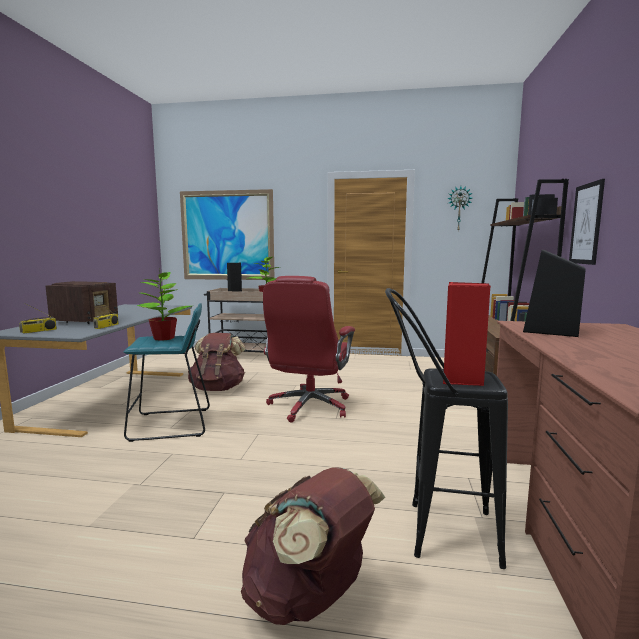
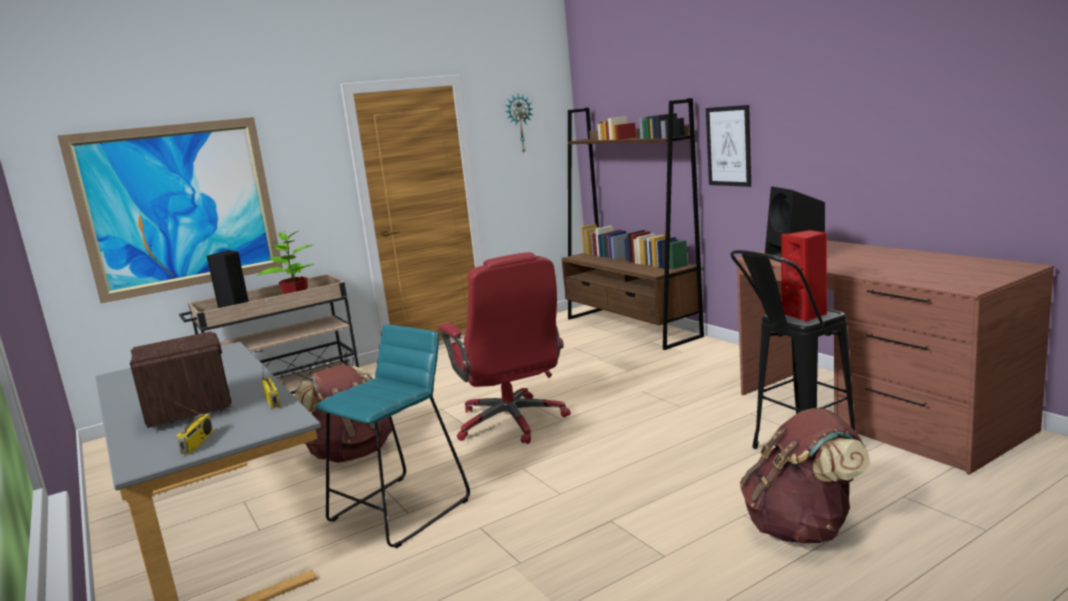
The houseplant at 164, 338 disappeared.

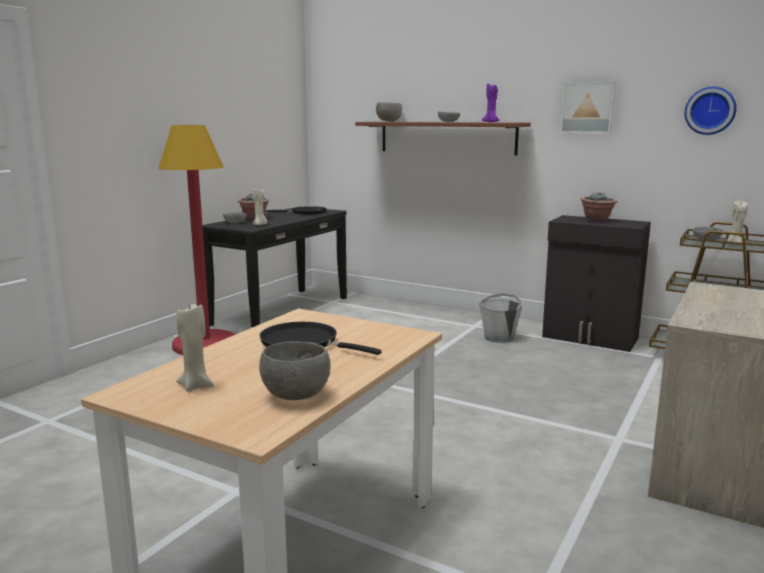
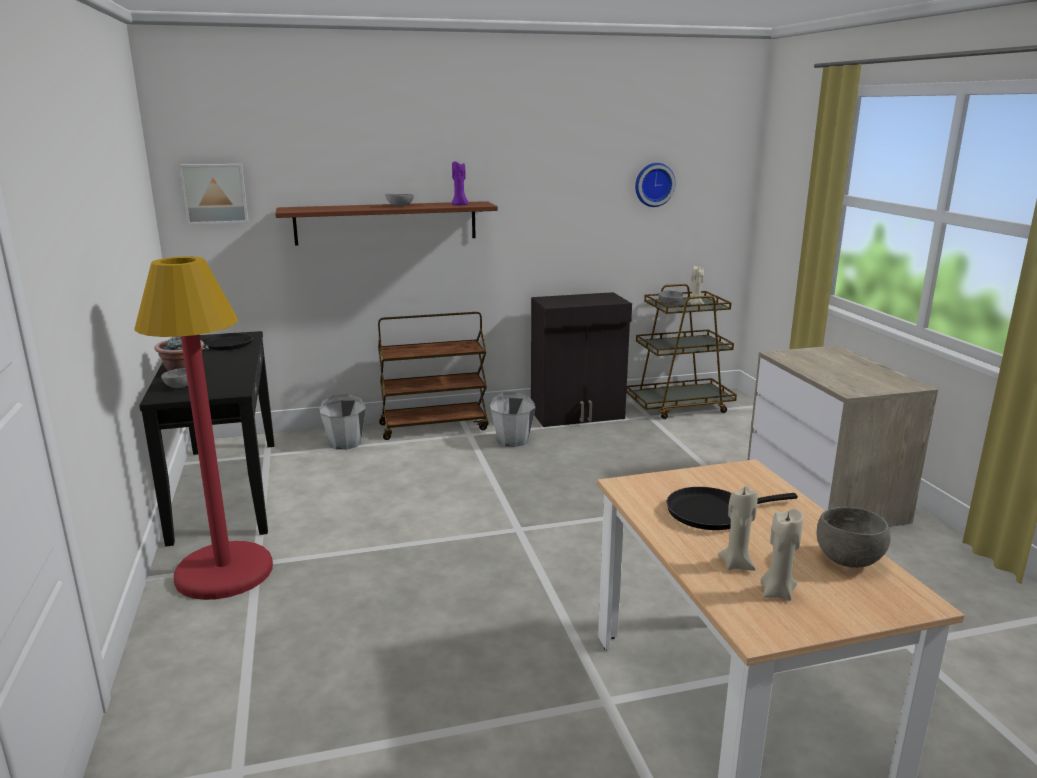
The wall art moved from 587, 107 to 215, 193.
The greyish bucket at 345, 443 appeared.
The brown-coloured cart at 434, 426 appeared.
The sand-coloured wax candle moved from 260, 225 to 737, 564.
The greyish deep dish at 389, 121 disappeared.
The houseplant at 597, 220 disappeared.

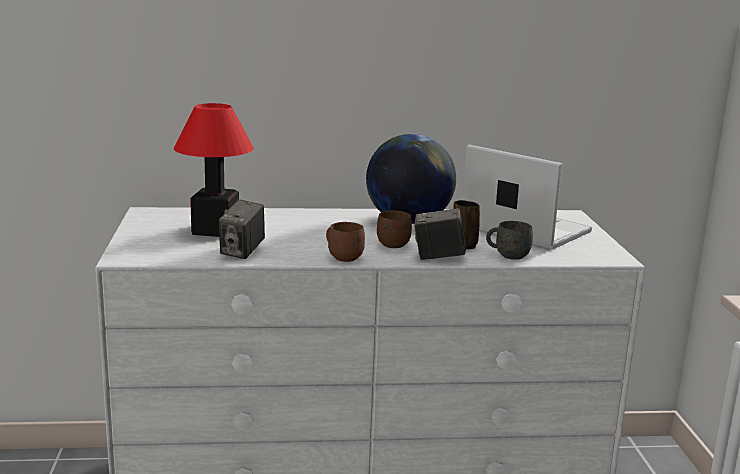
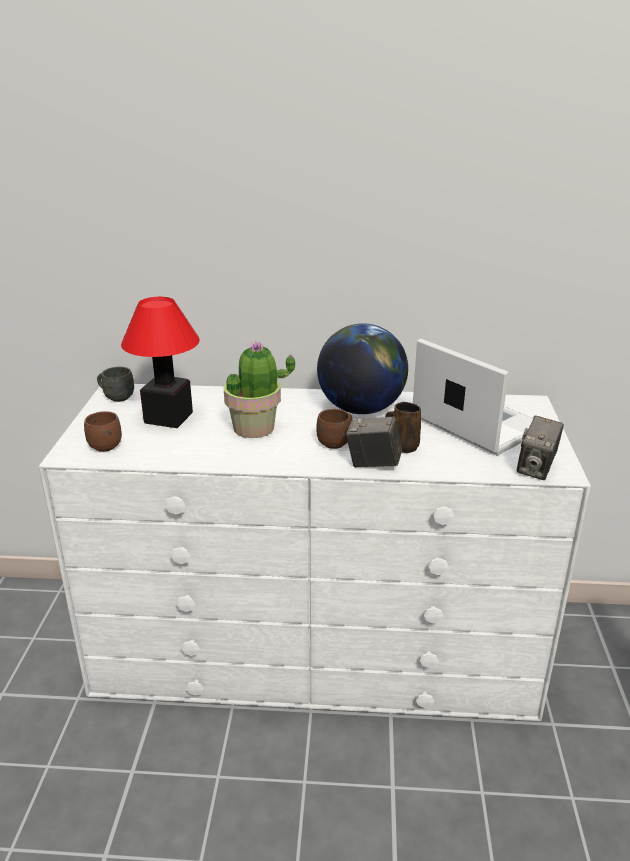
The brown-coloured tea mug moved from 342, 256 to 103, 444.
The greyish tea mug moved from 507, 255 to 116, 397.
The houseplant at 254, 428 appeared.
The still camera moved from 242, 252 to 536, 469.

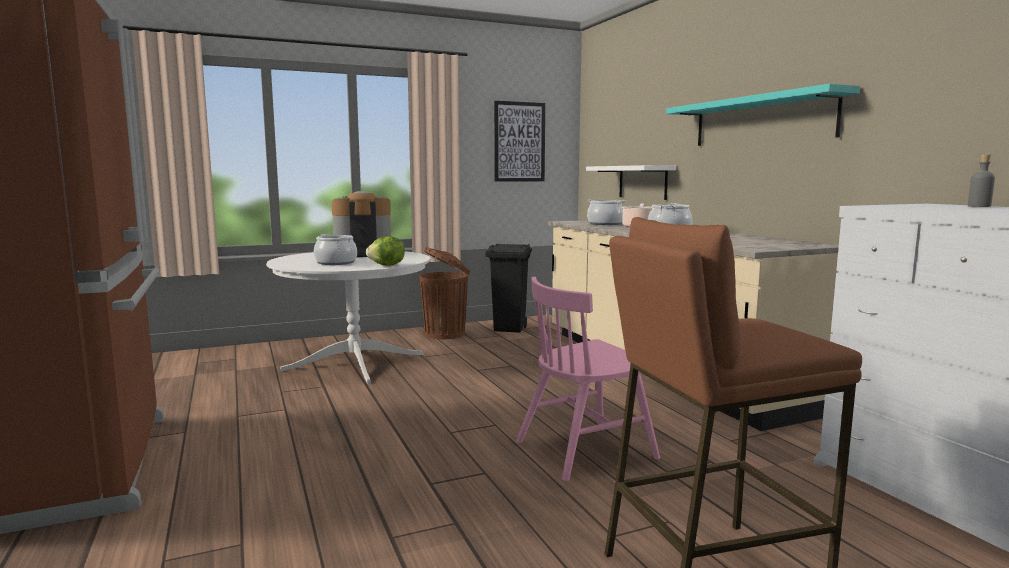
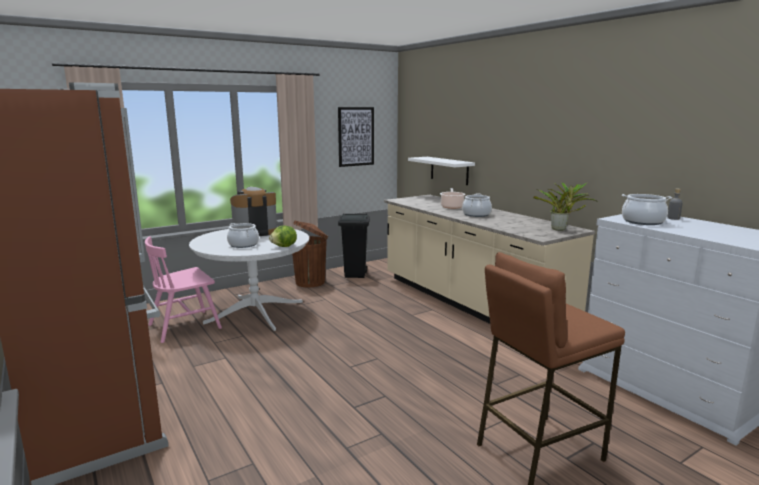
The pink-coloured upright chair moved from 586, 449 to 185, 326.
The houseplant at 560, 229 appeared.
The stockpot moved from 605, 224 to 642, 221.
The turquoise-coloured wall shelf at 761, 120 disappeared.

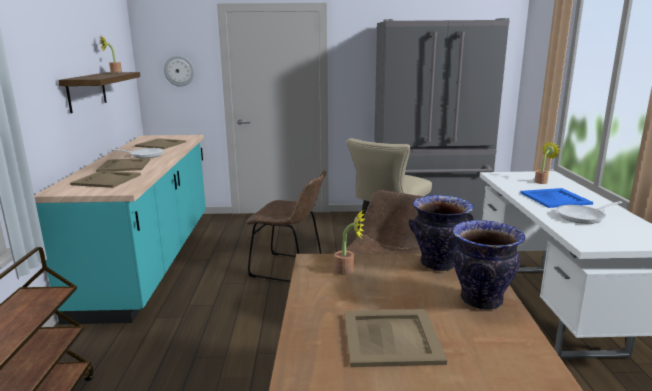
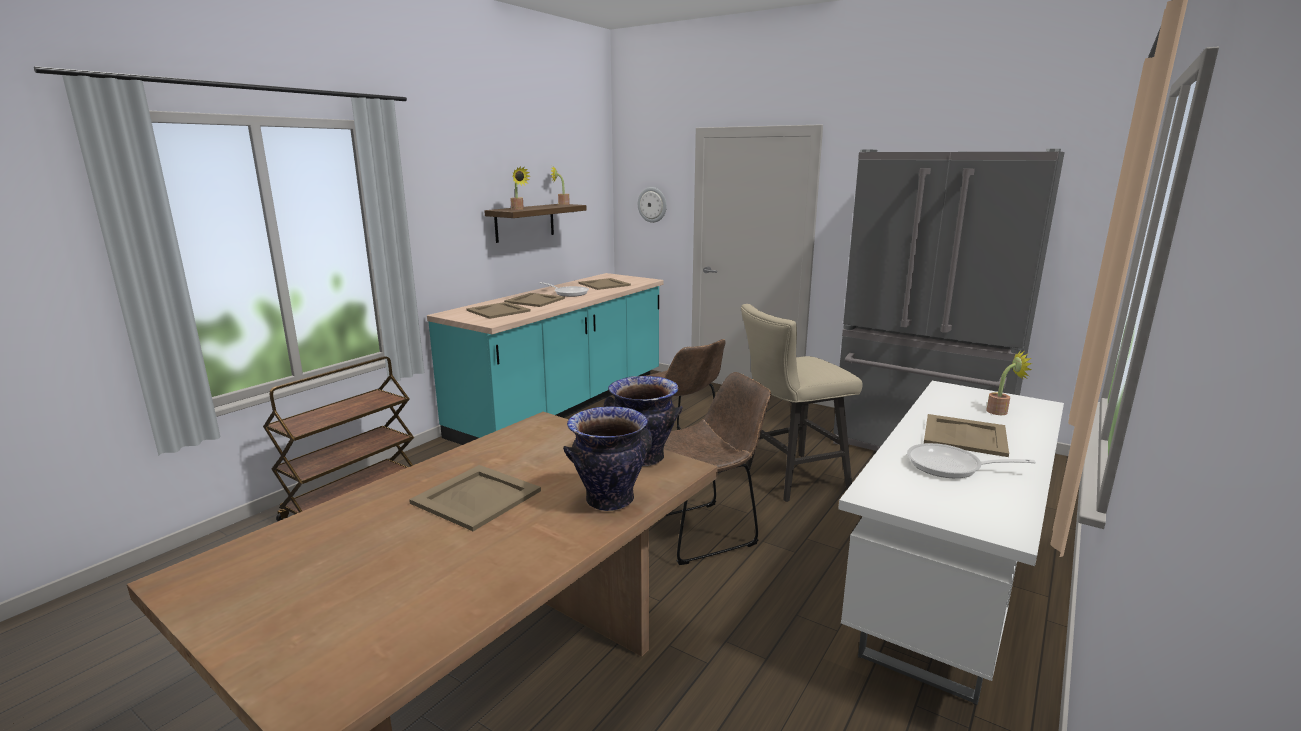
The houseplant moved from 348, 270 to 518, 209.
The bluish serving tray at 554, 198 became the sand-coloured serving tray at 964, 435.

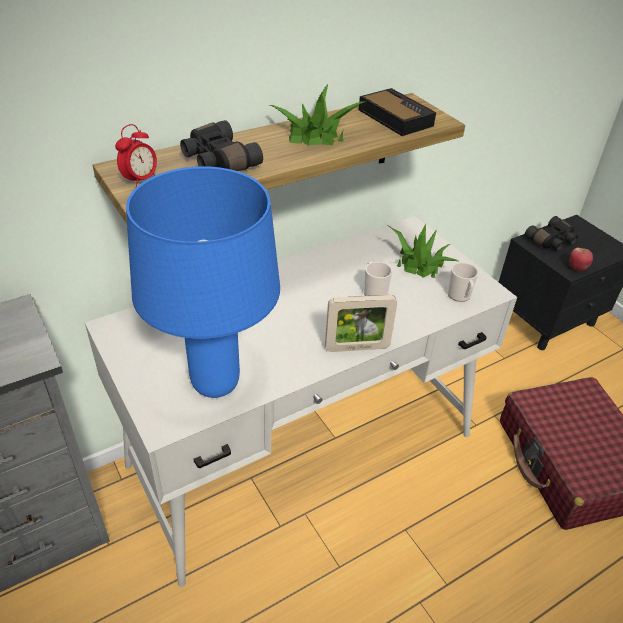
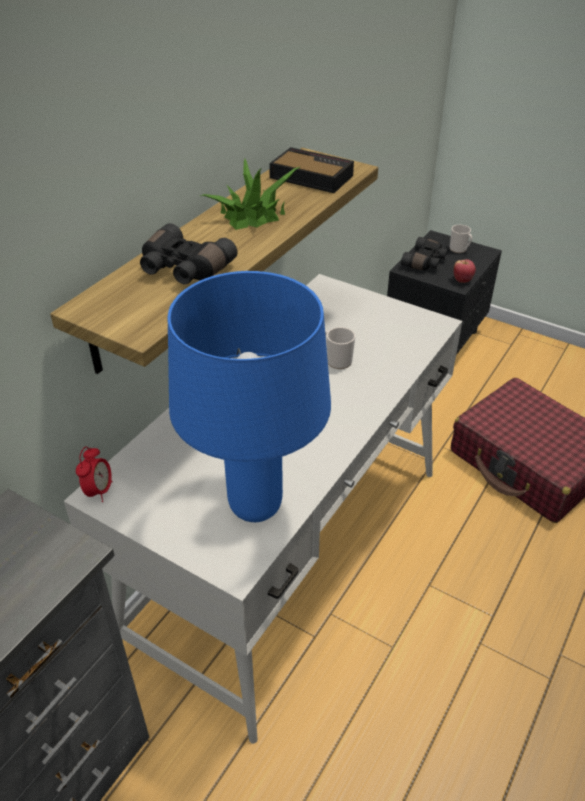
The alarm clock moved from 140, 180 to 99, 491.
The tea mug moved from 460, 296 to 459, 249.
The standing frame at 357, 348 disappeared.
The houseplant at 419, 263 disappeared.

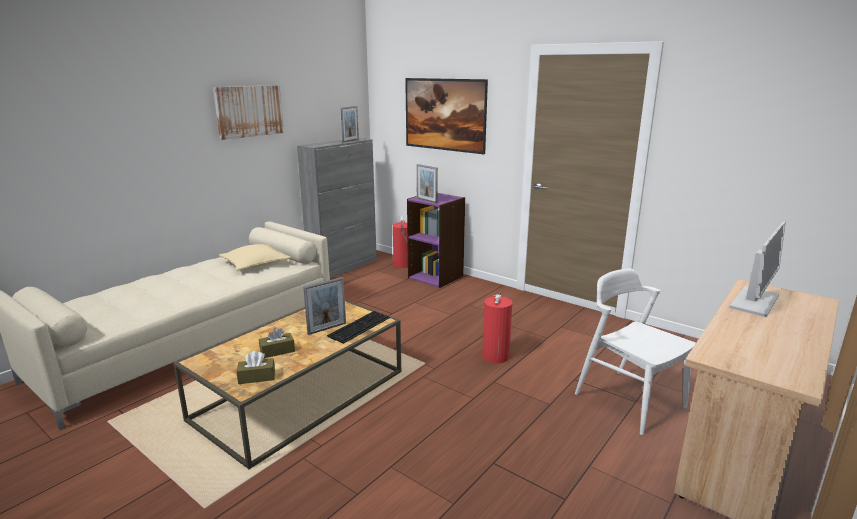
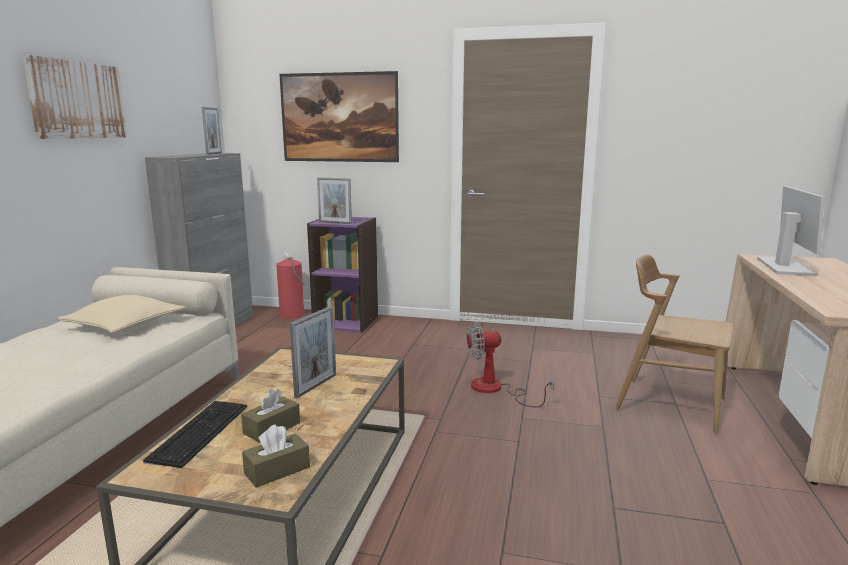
The computer keyboard moved from 359, 326 to 199, 431.
The extinguisher at 496, 355 was replaced by the cooling fan at 496, 390.
The white-coloured upright chair at 629, 400 became the brown-coloured upright chair at 669, 404.

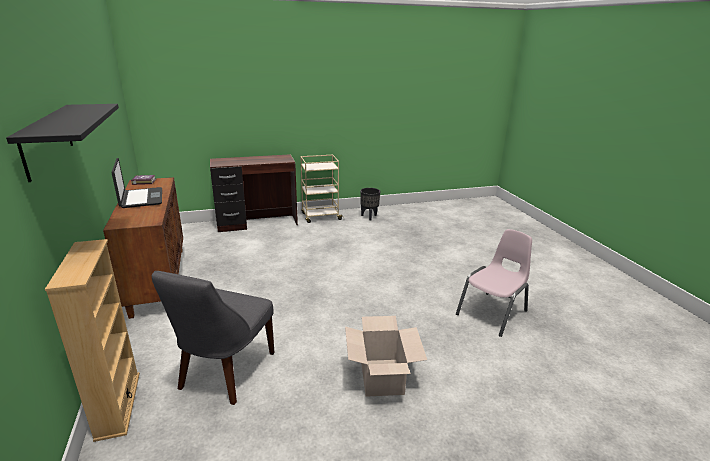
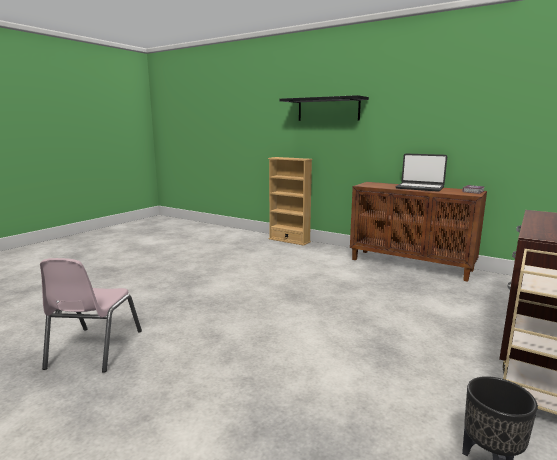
The greyish upright chair at 225, 373 disappeared.
The cardboard box at 381, 377 disappeared.

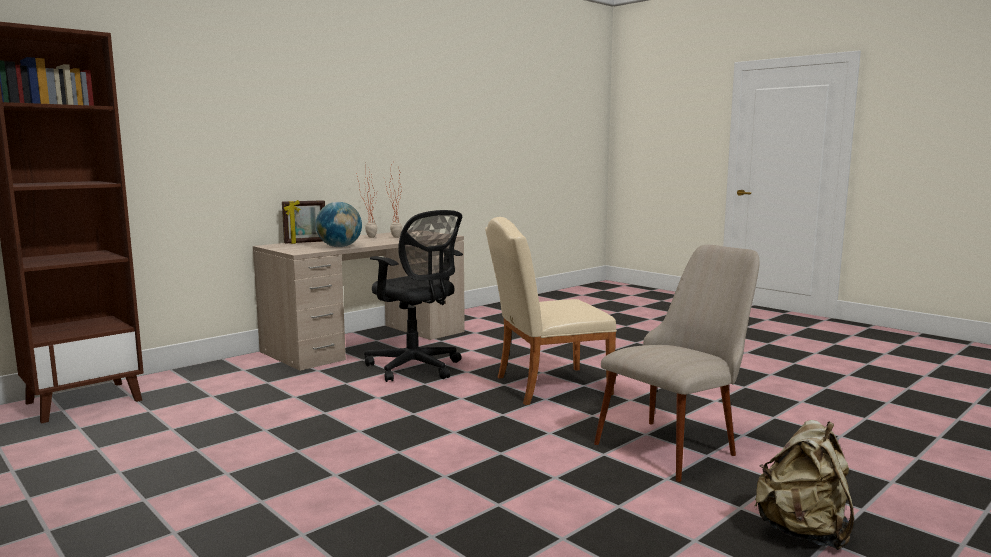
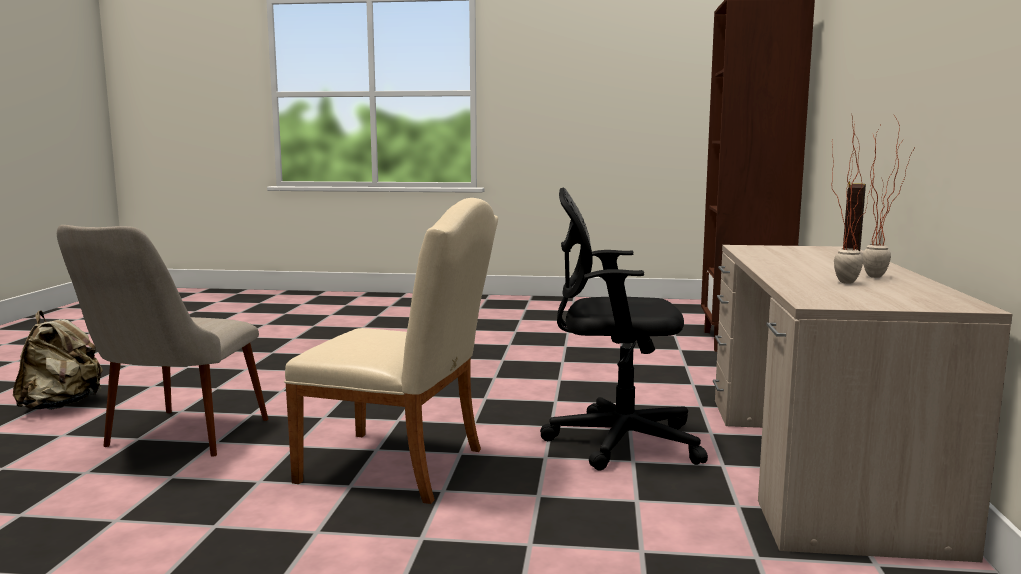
The sand-coloured upright chair at 545, 386 turned 75 degrees clockwise.
The globe at 339, 247 disappeared.

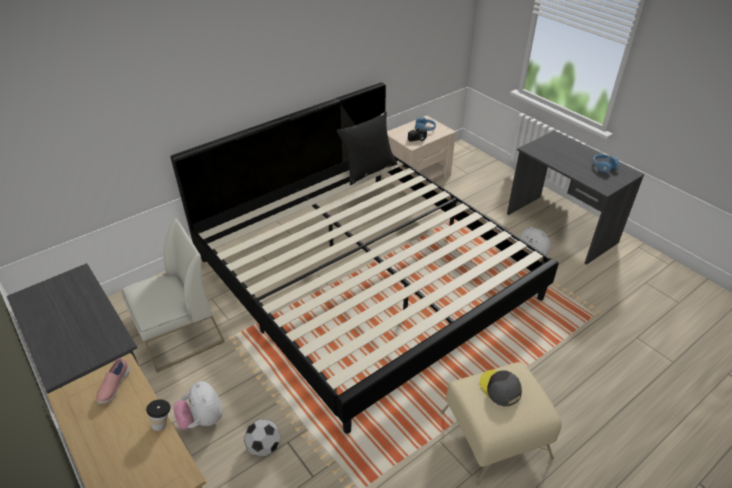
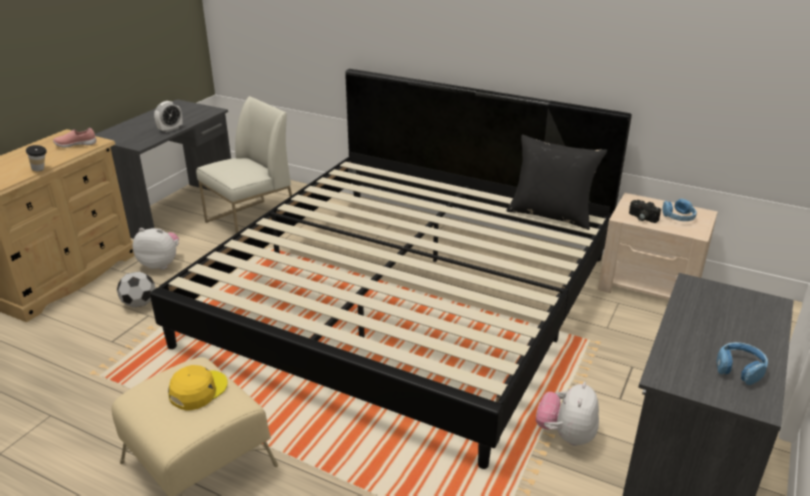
The plush toy at 202, 419 turned 60 degrees clockwise.
The alarm clock at 170, 129 appeared.
The greyish cap at 500, 388 became the yellow-coloured cap at 198, 390.
The white-coloured upright chair at 180, 336 turned 75 degrees counterclockwise.

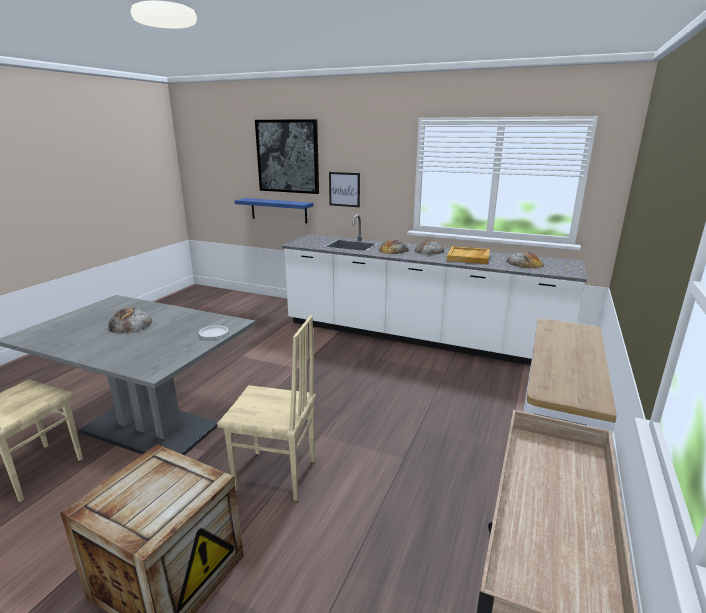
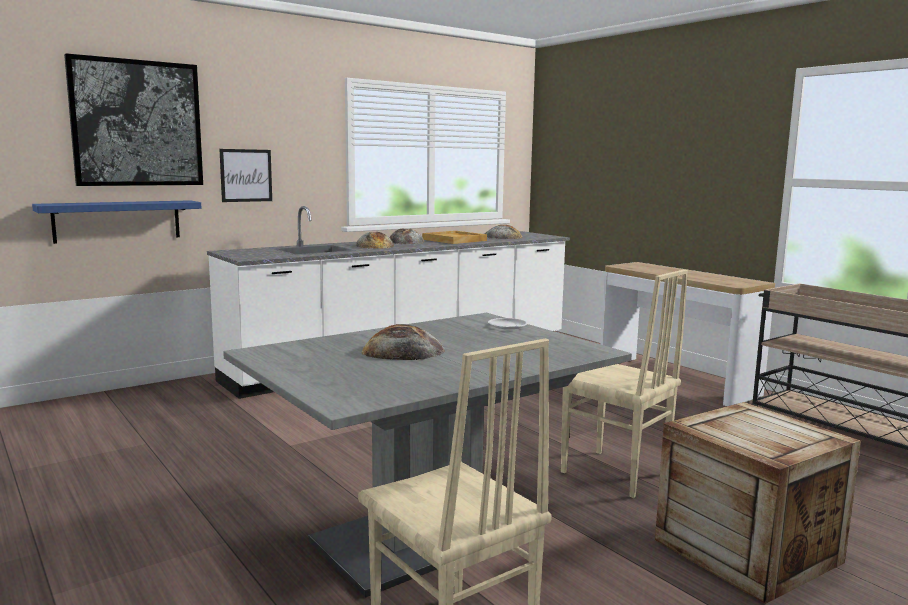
The sand-coloured upright chair at 275, 476 turned 90 degrees clockwise.

